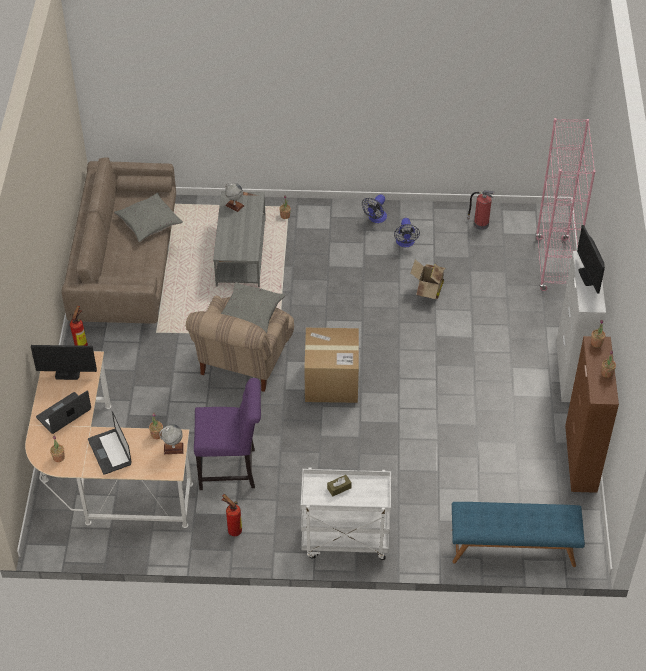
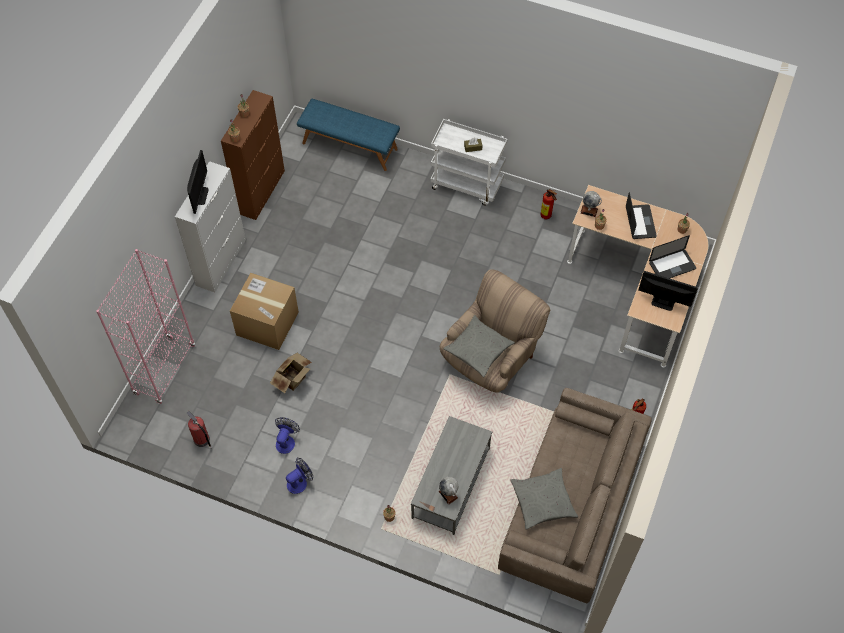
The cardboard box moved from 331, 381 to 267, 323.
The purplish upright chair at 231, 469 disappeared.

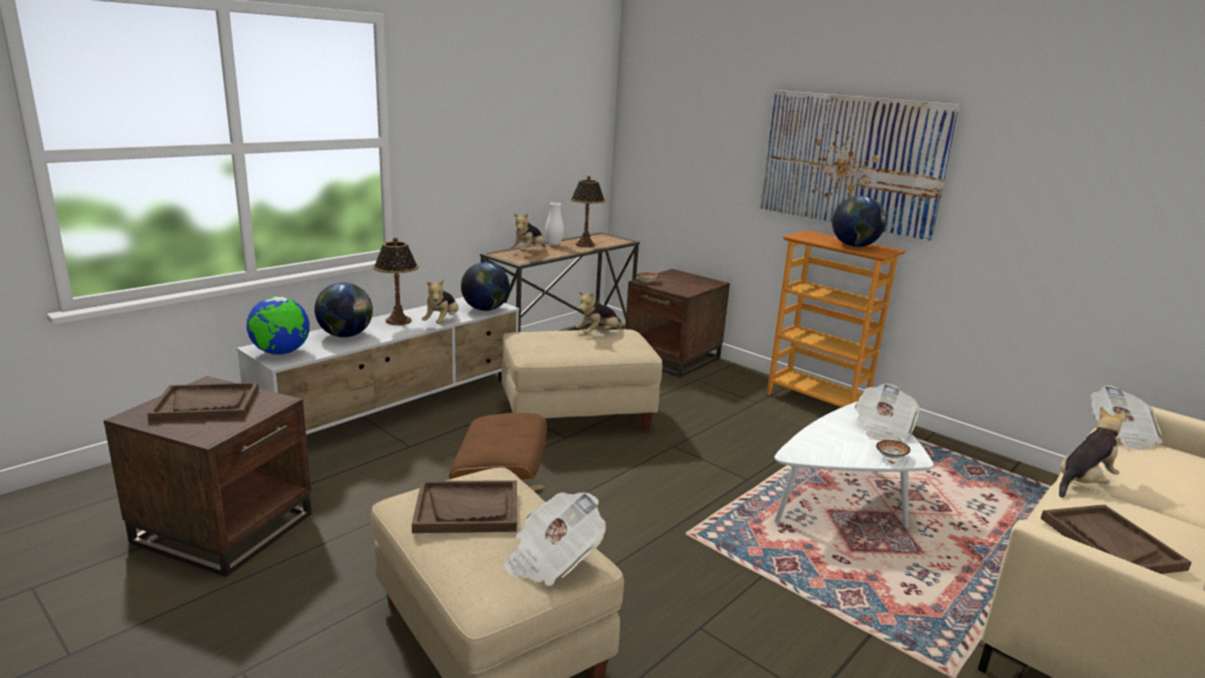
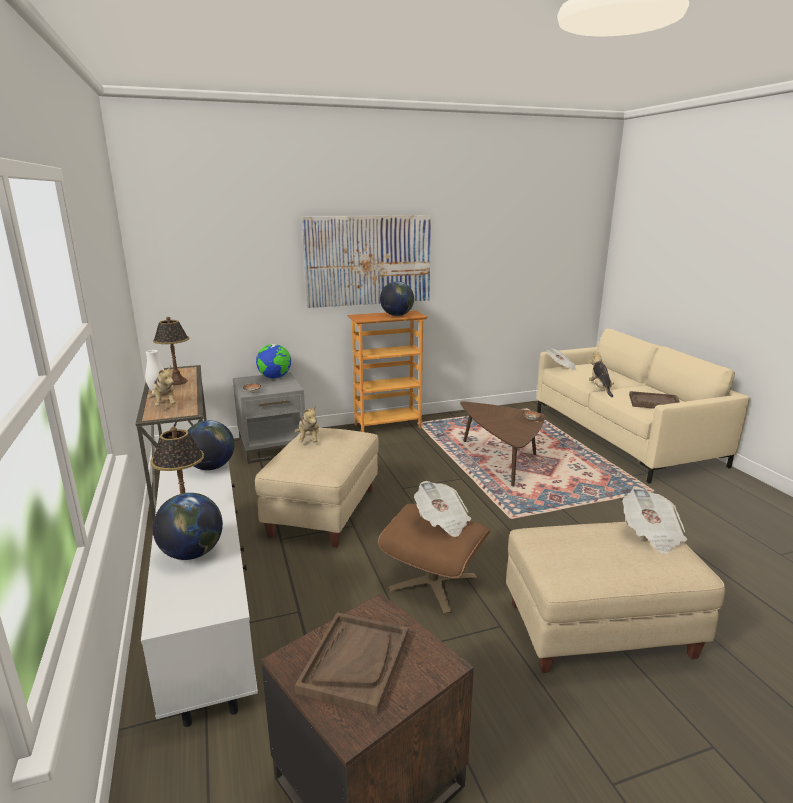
The brown-coloured accent table at 673, 358 became the greyish accent table at 273, 446.
The globe moved from 281, 353 to 275, 378.
The daily paper moved from 882, 428 to 442, 521.
The white-coloured coffee table at 845, 501 became the brown-coloured coffee table at 502, 460.
The brown-coloured serving tray at 467, 509 disappeared.
The plush toy at 442, 322 disappeared.

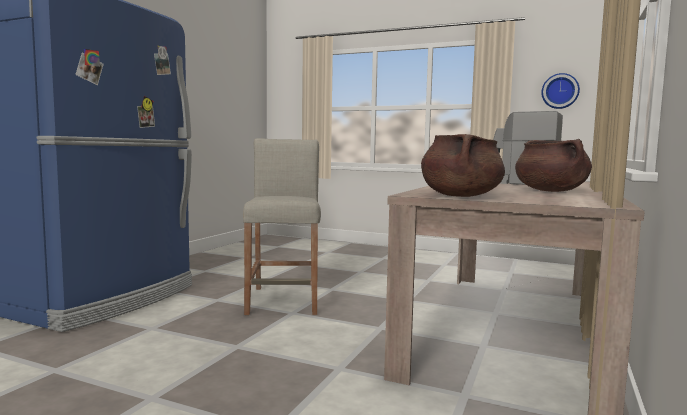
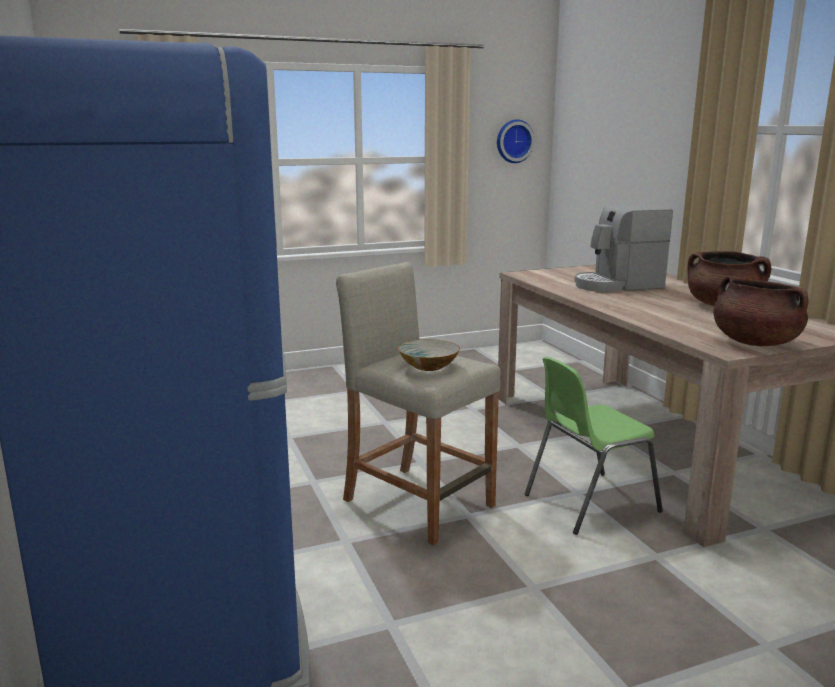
The deep dish at 428, 366 appeared.
The greenish upright chair at 588, 503 appeared.

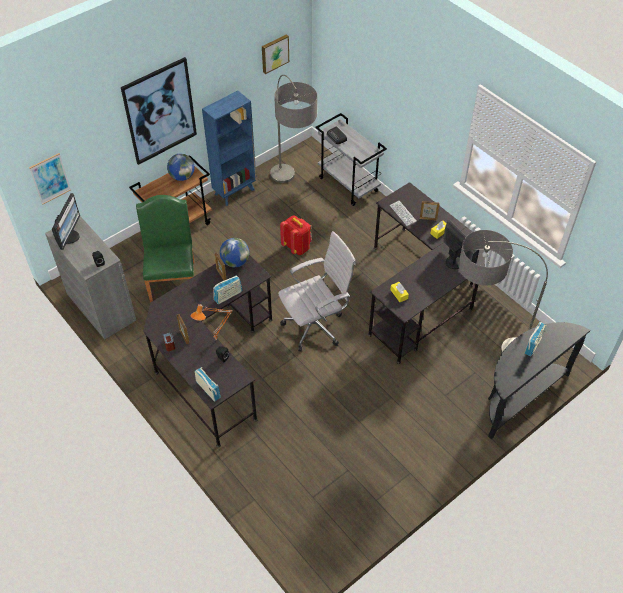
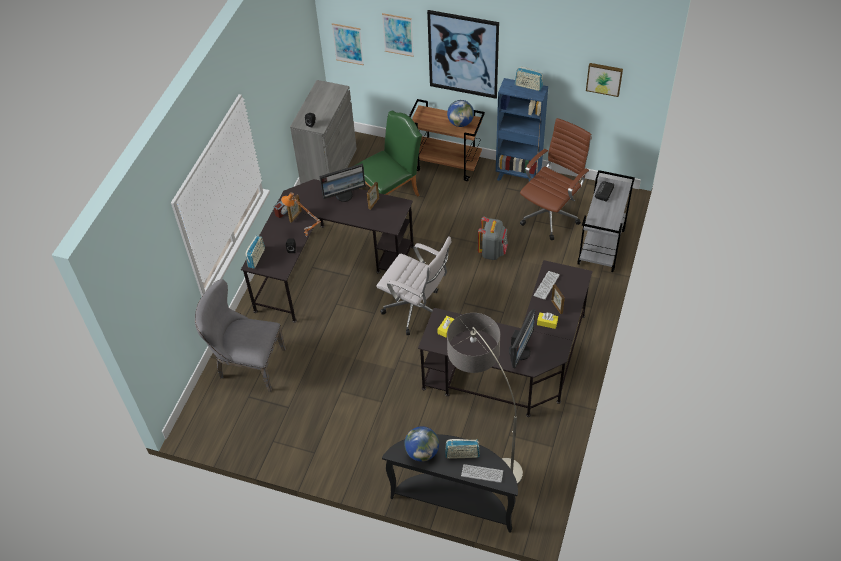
The greyish upright chair at 247, 365 appeared.
The monitor moved from 70, 236 to 344, 195.
The wall art at 398, 34 appeared.
The globe moved from 235, 262 to 422, 452.
The computer keyboard at 482, 473 appeared.
The red-coloured rucksack at 297, 247 became the greyish rucksack at 492, 251.
The radio moved from 228, 296 to 528, 86.
The standing lamp at 292, 194 was replaced by the brown-coloured office chair at 551, 215.

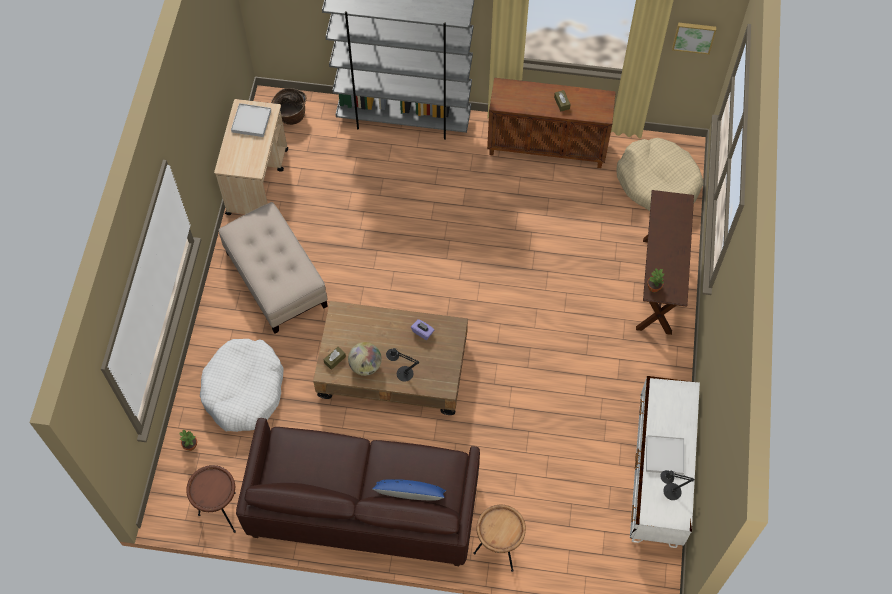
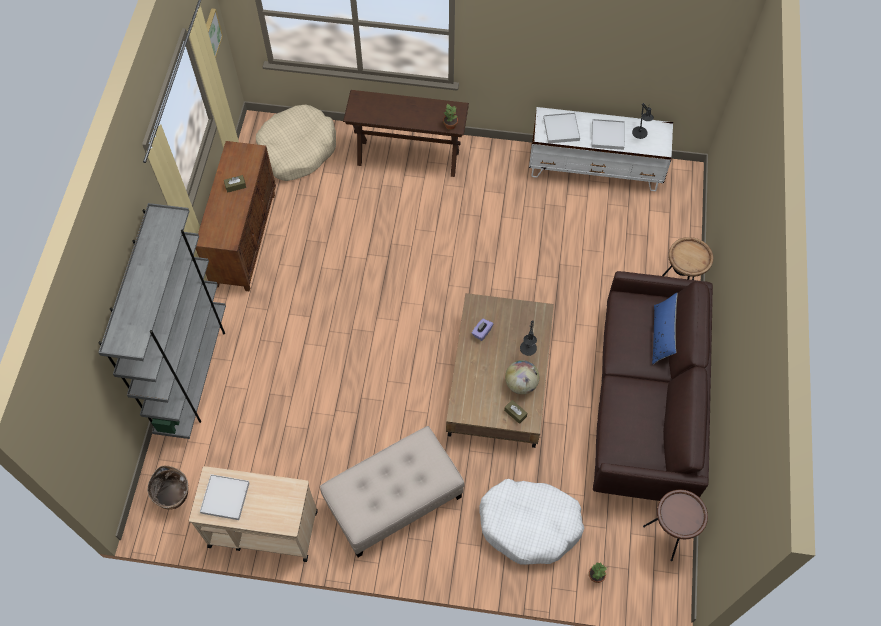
The white-coloured serving tray at 561, 129 appeared.

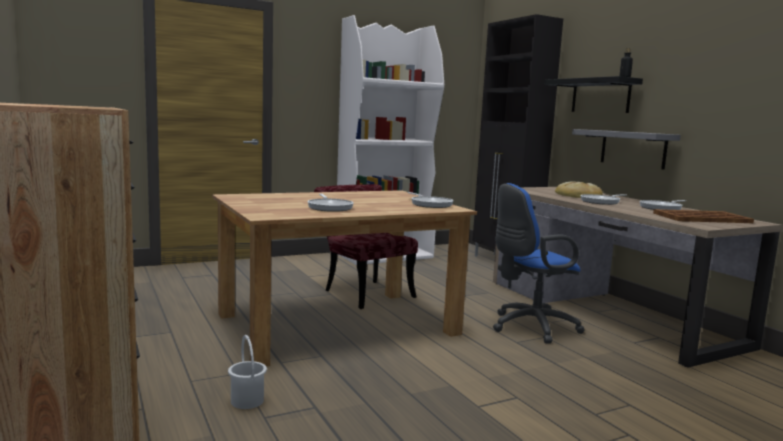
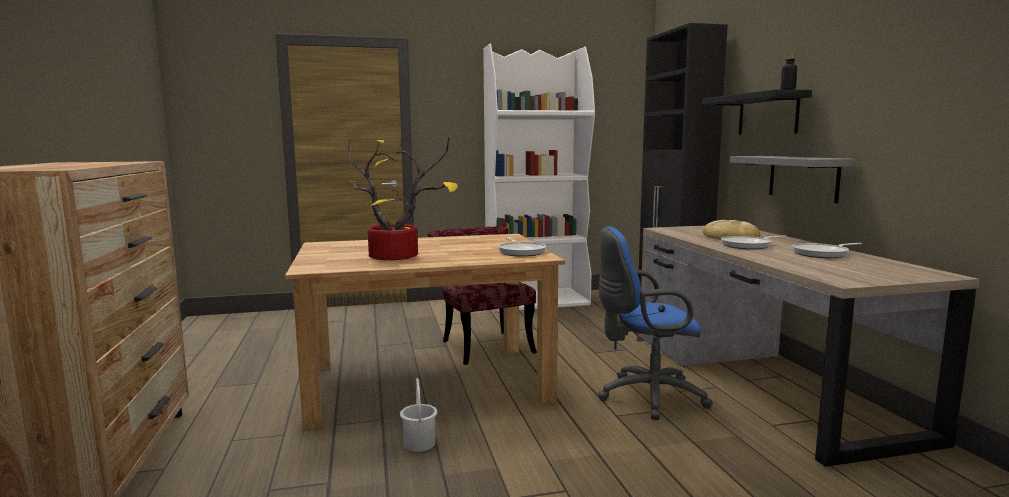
The skillet at 330, 207 was replaced by the houseplant at 398, 257.
The white-coloured bucket moved from 246, 401 to 419, 443.
The brown-coloured serving tray at 702, 218 disappeared.

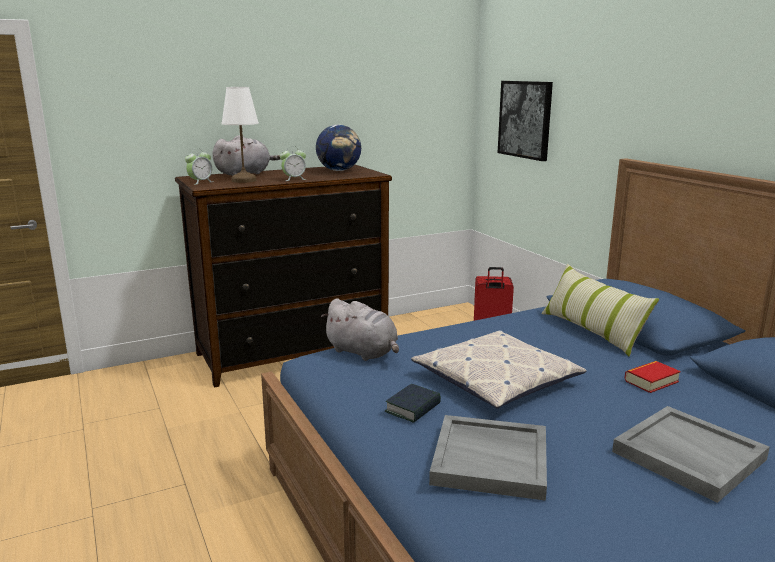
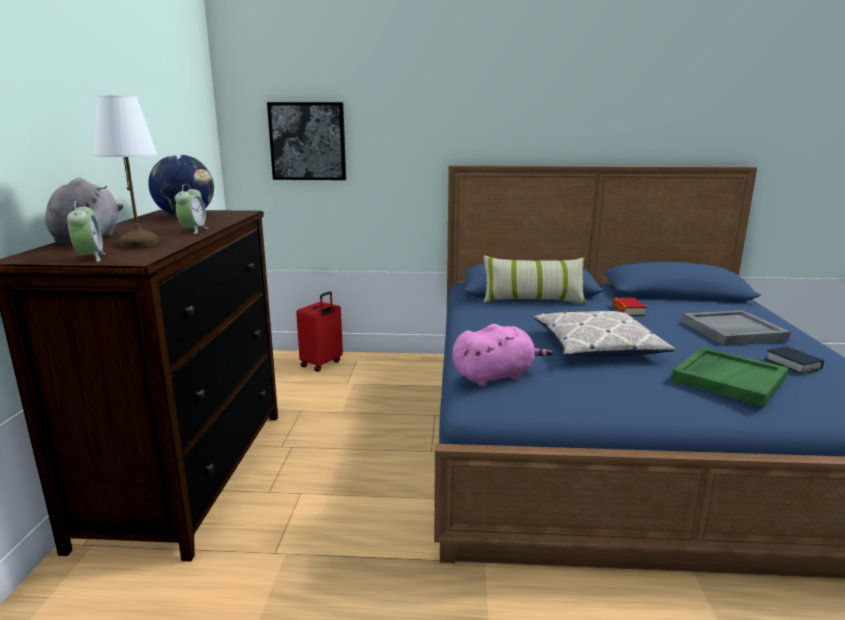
The greyish plush toy at 363, 352 became the pink-coloured plush toy at 496, 376.
The greyish serving tray at 491, 460 became the greenish serving tray at 728, 379.
The book moved from 413, 408 to 793, 364.

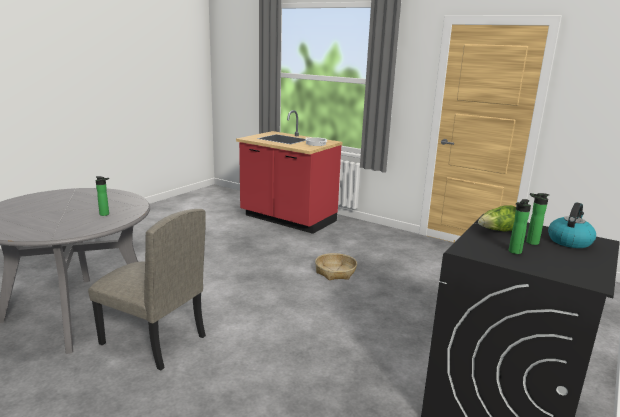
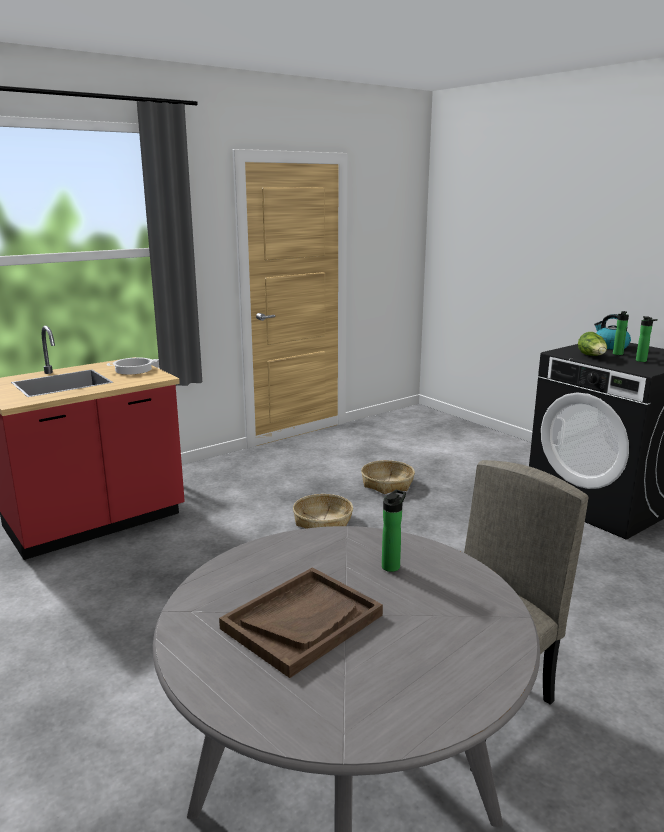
The brown-coloured serving tray at 302, 621 appeared.
The basket at 387, 484 appeared.

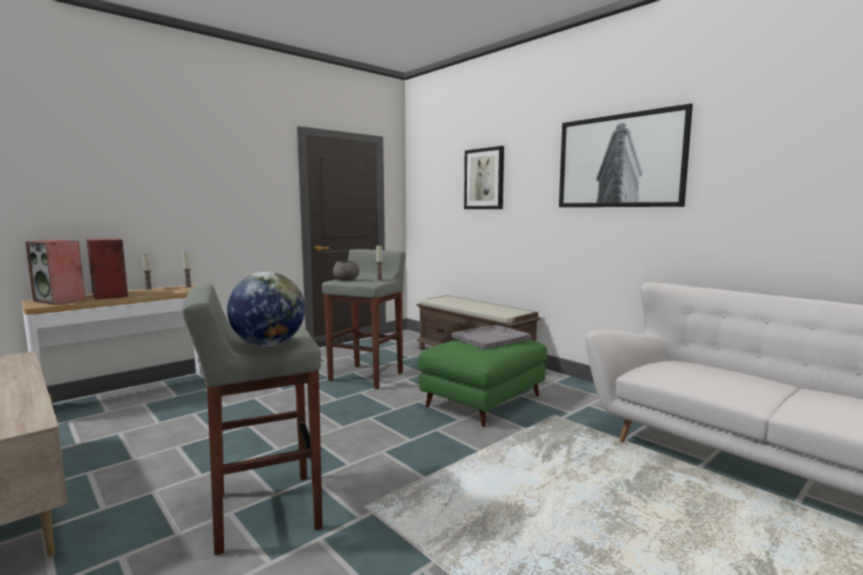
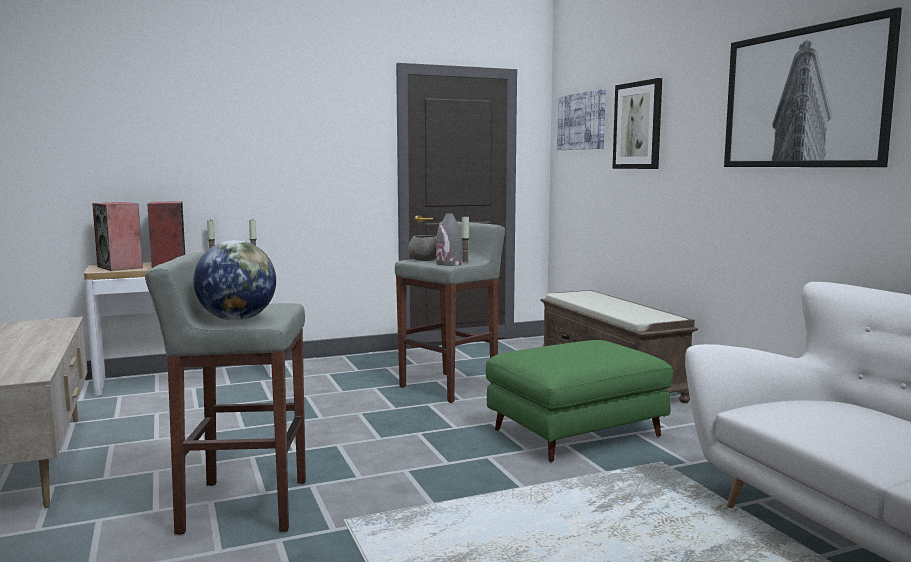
The greyish vase at 449, 264 appeared.
The wall art at 581, 121 appeared.
The greyish serving tray at 491, 338 disappeared.

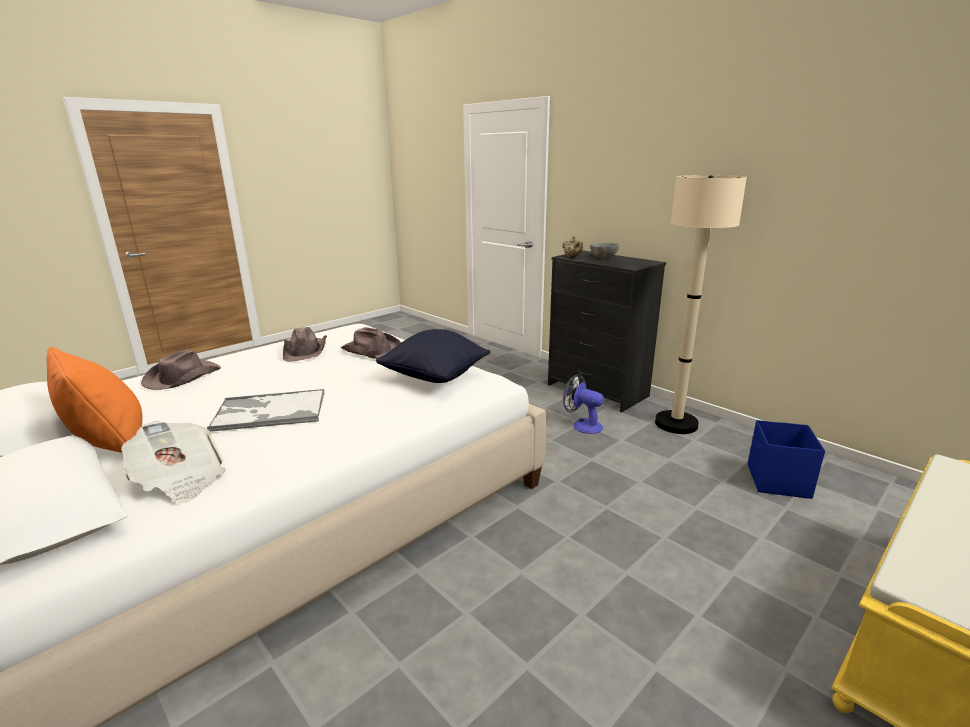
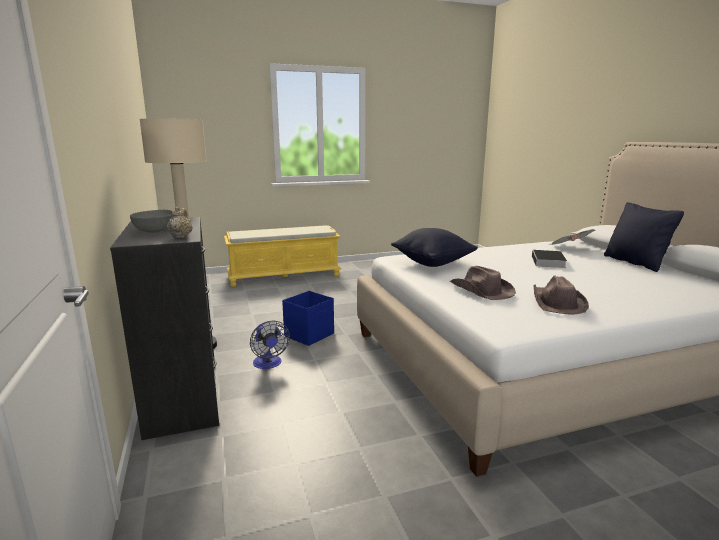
The bluish storage container moved from 777, 481 to 310, 335.
The serving tray at 269, 411 was replaced by the book at 548, 262.
The orange pillow at 110, 445 became the blackish pillow at 635, 263.
The brown-coloured wearable hat at 182, 377 disappeared.

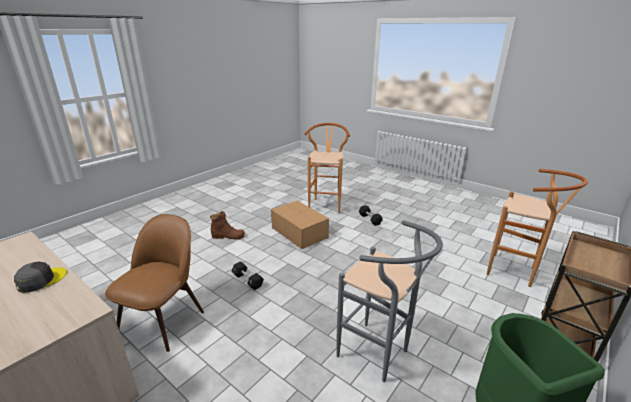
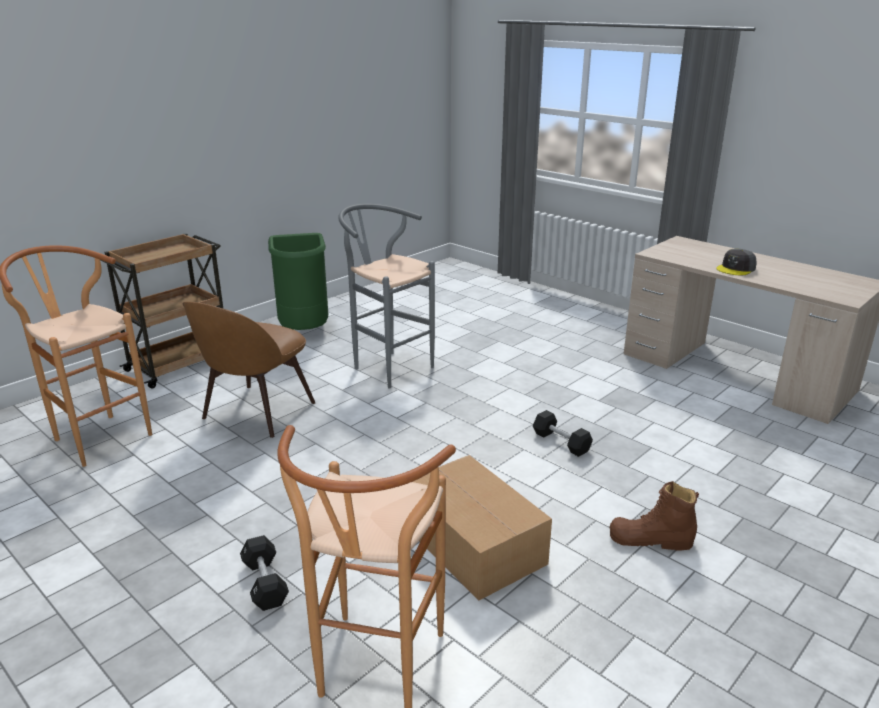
The brown-coloured upright chair moved from 164, 319 to 256, 412.

